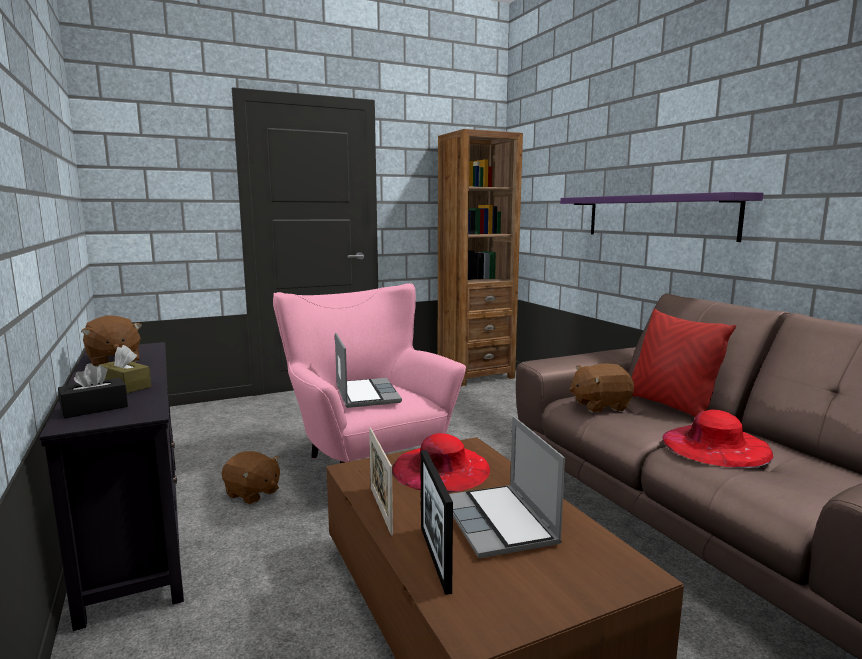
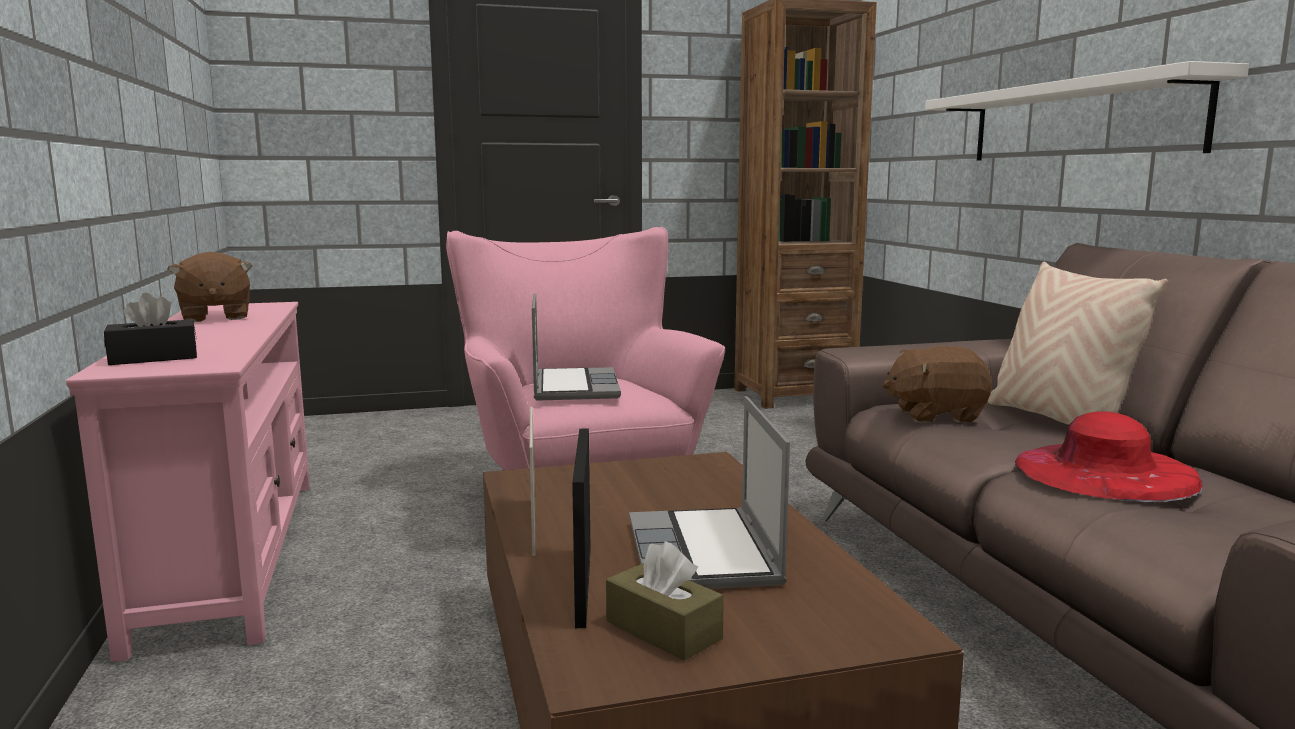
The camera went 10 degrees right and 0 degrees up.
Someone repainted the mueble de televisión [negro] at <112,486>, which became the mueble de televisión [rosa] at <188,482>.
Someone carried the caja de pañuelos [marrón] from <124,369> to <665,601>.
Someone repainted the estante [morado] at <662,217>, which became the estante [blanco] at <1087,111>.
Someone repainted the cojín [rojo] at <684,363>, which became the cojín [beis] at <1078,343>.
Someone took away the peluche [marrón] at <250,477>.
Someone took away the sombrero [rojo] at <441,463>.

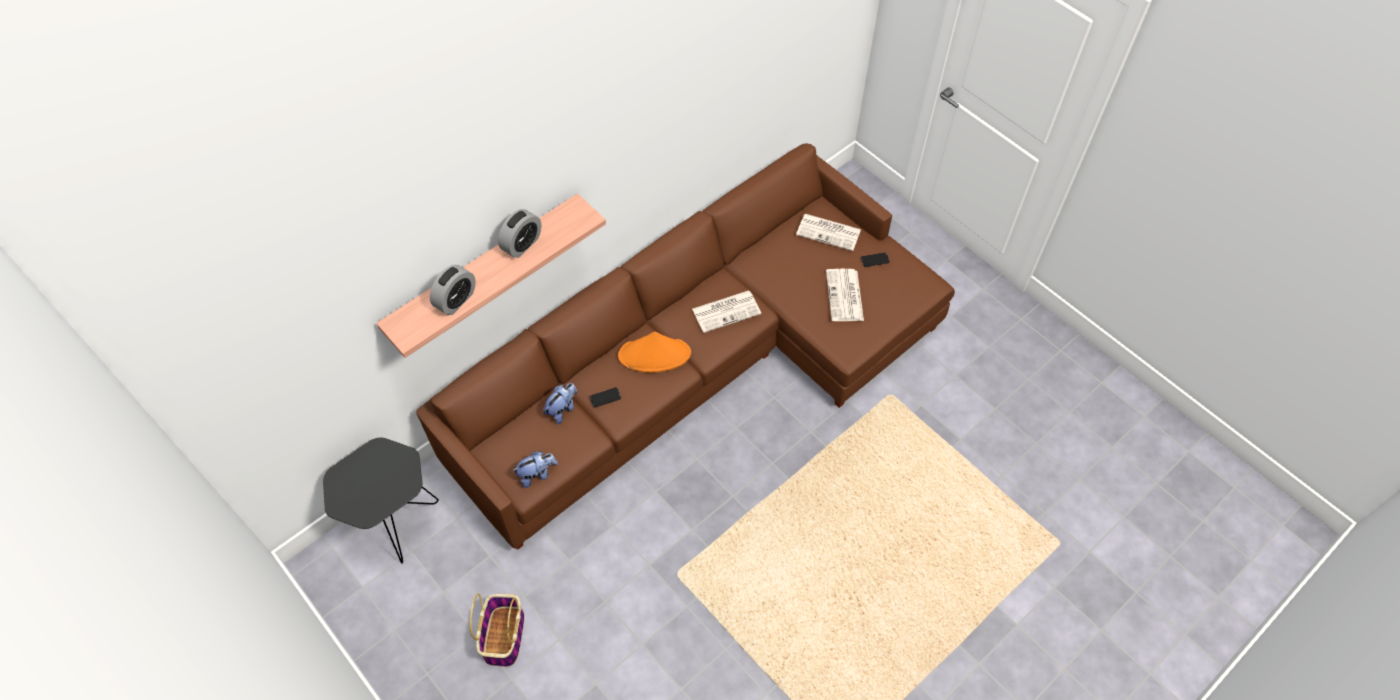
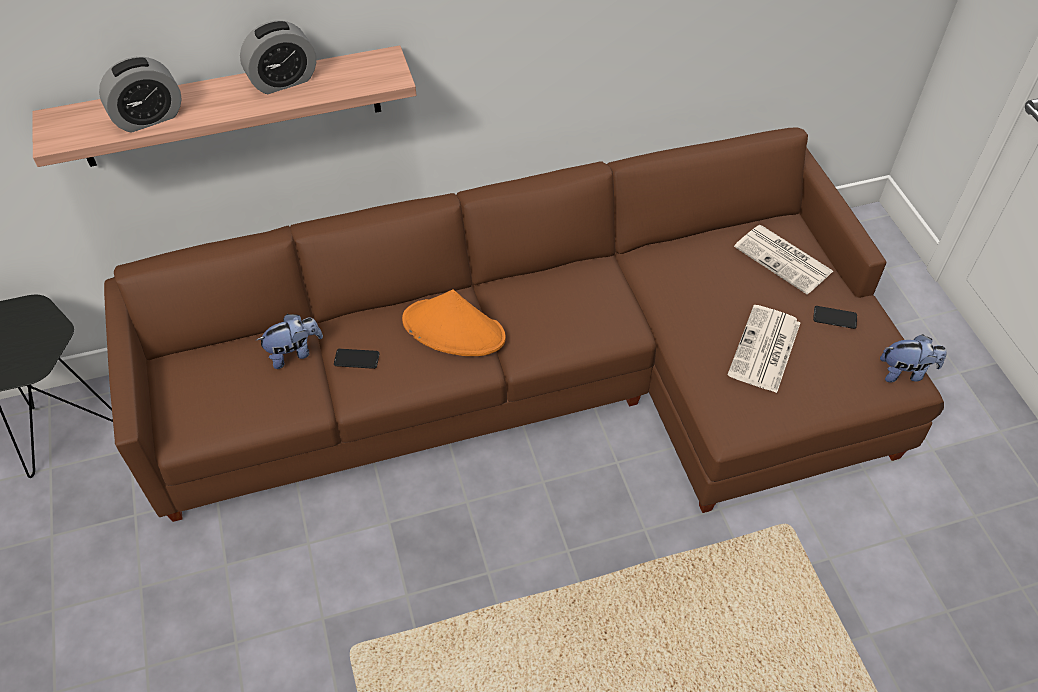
The camera went 25 degrees right and 5 degrees down.
Someone carried the peluche from <535,469> to <913,358>.
Someone took away the cesta at <497,630>.
Someone took away the periódico at <726,311>.

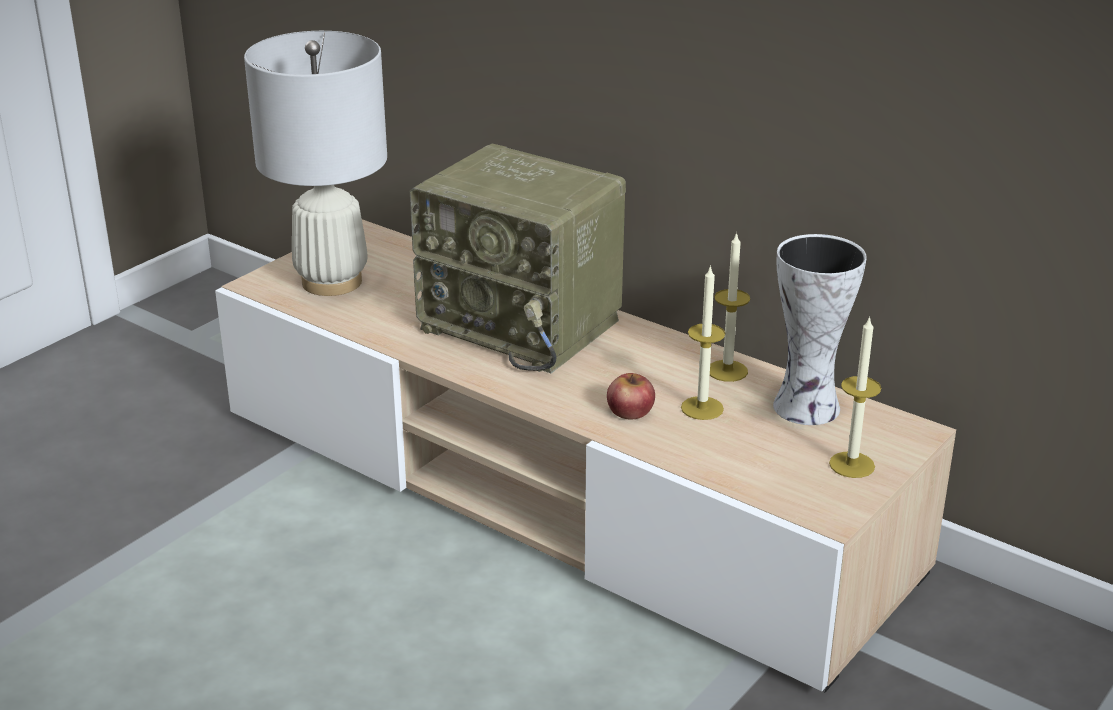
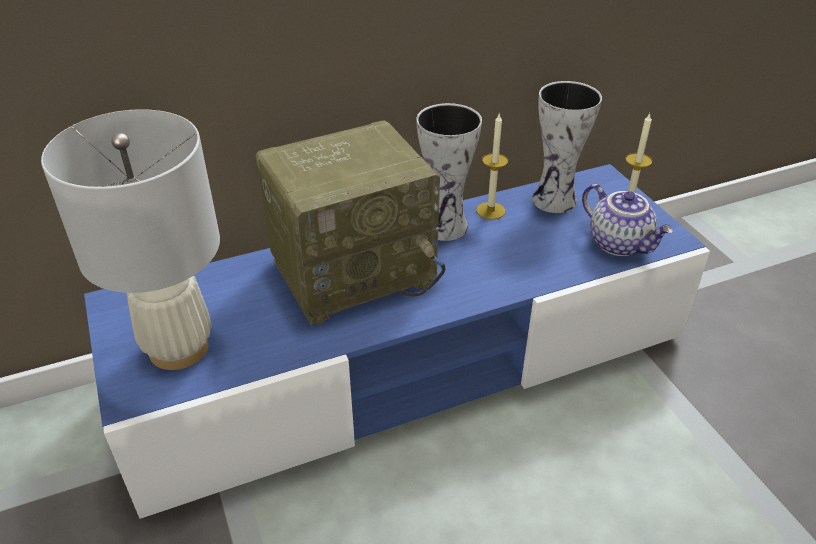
The camera went 60 degrees left and 10 degrees up.
Someone repainted the mueble de televisión [beis] at <585,455>, which became the mueble de televisión [azul] at <397,341>.
Someone put down the florero at <449,172>.
Someone put down the tetera at <627,220>.
Someone took away the manzana at <631,396>.
Someone took away the vela at <703,342>.

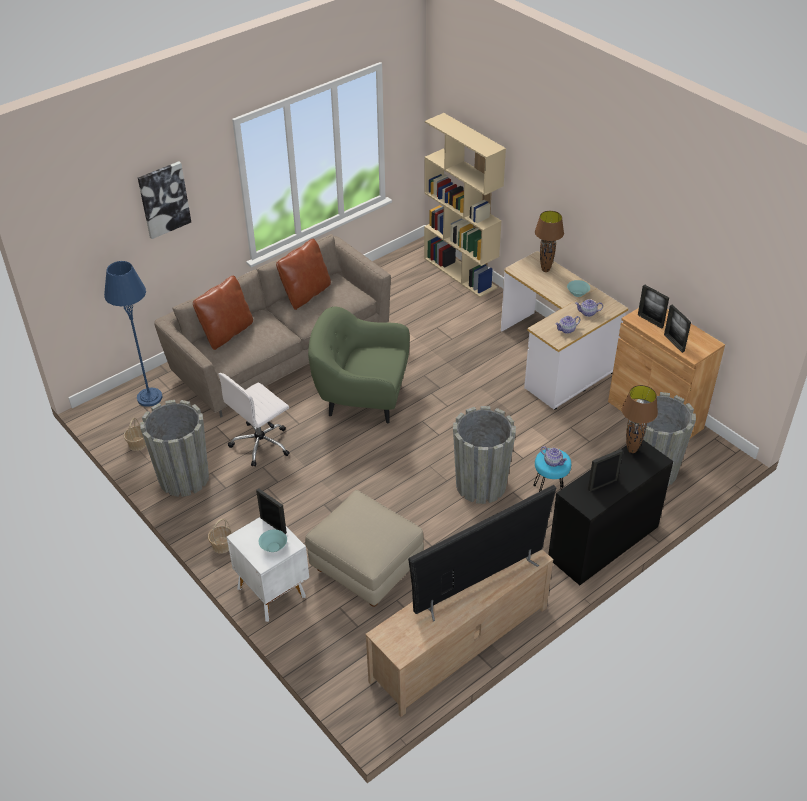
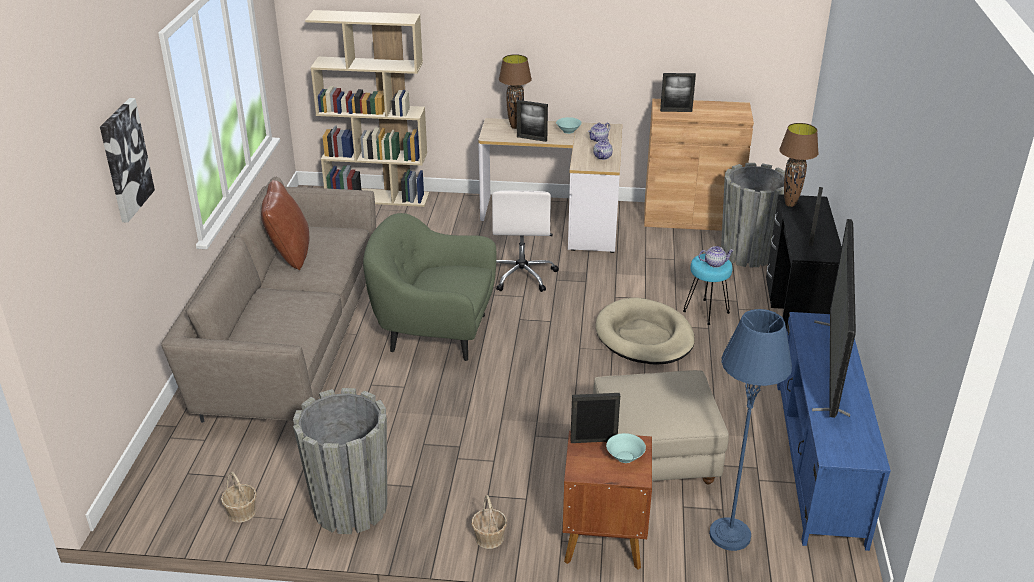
The camera went 45 degrees left and 10 degrees down.
Someone rotated the sillón [verde] at <359,365> by 45 degrees clockwise.
Someone carried the silla de oficina [blanco] from <254,420> to <525,241>.
Someone carried the portarretratos from <677,328> to <532,121>.
Someone repainted the mesita de noche [blanco] at <267,569>, which became the mesita de noche [marrón] at <607,500>.
Someone swapped the maceta [gris] at <484,455> for the cama para perro [beis] at <645,331>.
Someone carried the lámpara de pie [azul] from <133,334> to <750,430>.
Someone repainted the mueble de televisión [beis] at <459,633>, which became the mueble de televisión [azul] at <834,431>.
Someone took away the cojín [marrón] at <223,312>.

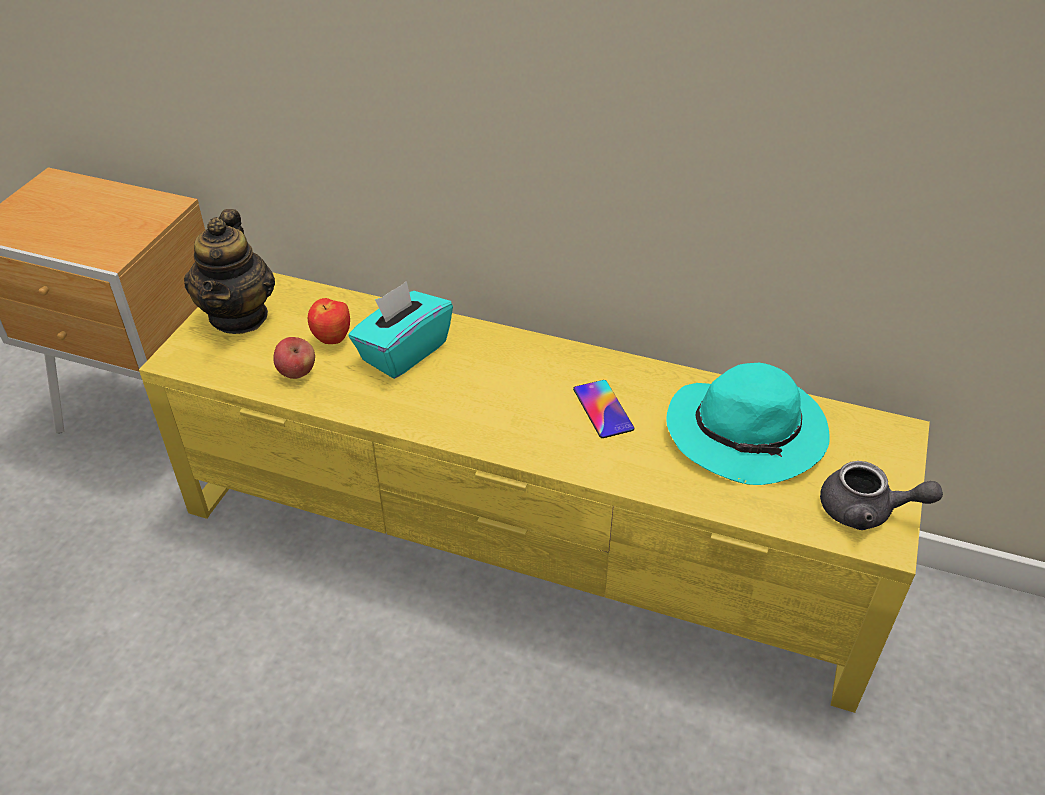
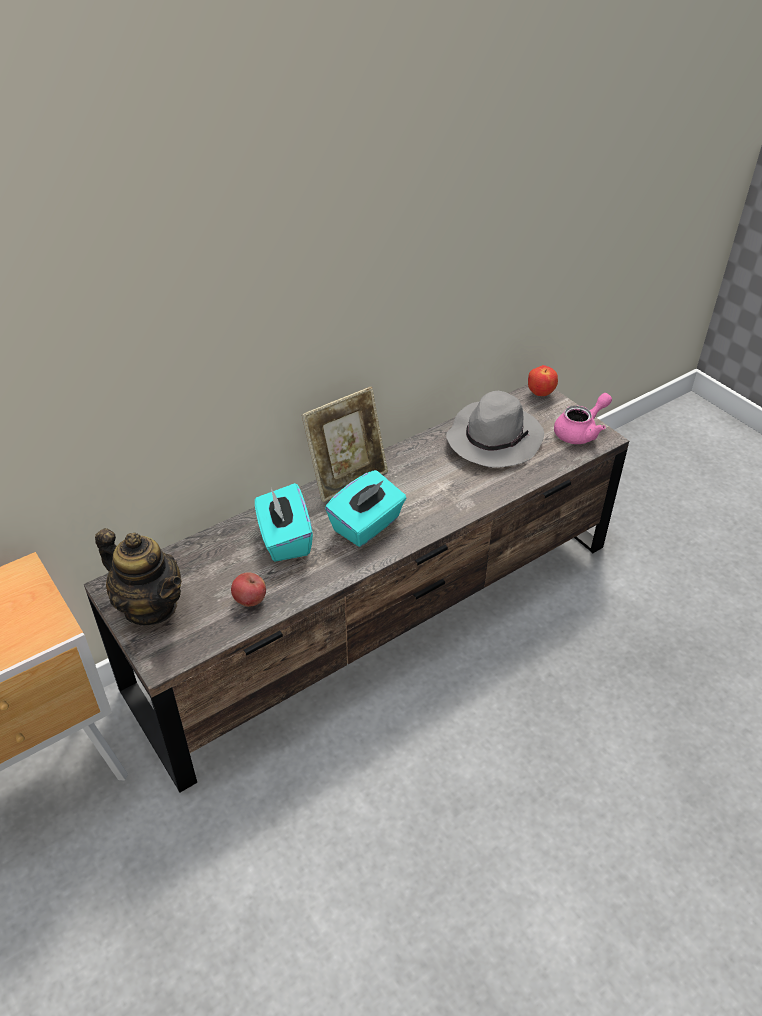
The camera went 55 degrees left and 0 degrees up.
Someone repainted the mueble de televisión [amarillo] at <534,492>, which became the mueble de televisión [marrón] at <356,588>.
Someone put down the portarretratos at <345,444>.
Someone put down the caja de pañuelos [turquesa] at <365,508>.
Someone repainted the sombrero [turquesa] at <748,424>, which became the sombrero [gris] at <495,429>.
Someone carried the manzana from <329,321> to <543,380>.
Someone repainted the tetera [gris] at <881,495>, which became the tetera [rosa] at <583,418>.
Someone took away the móvil at <603,409>.

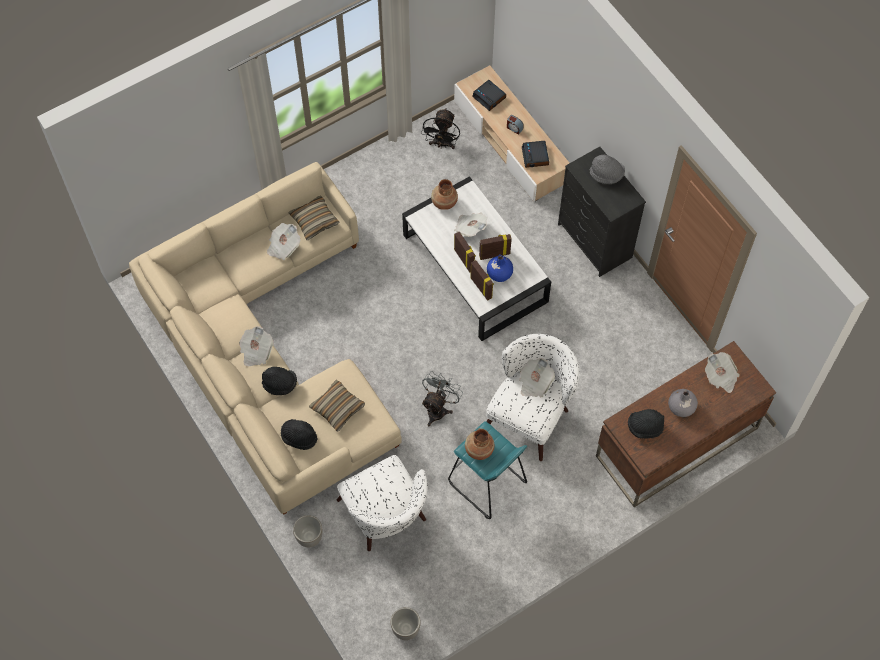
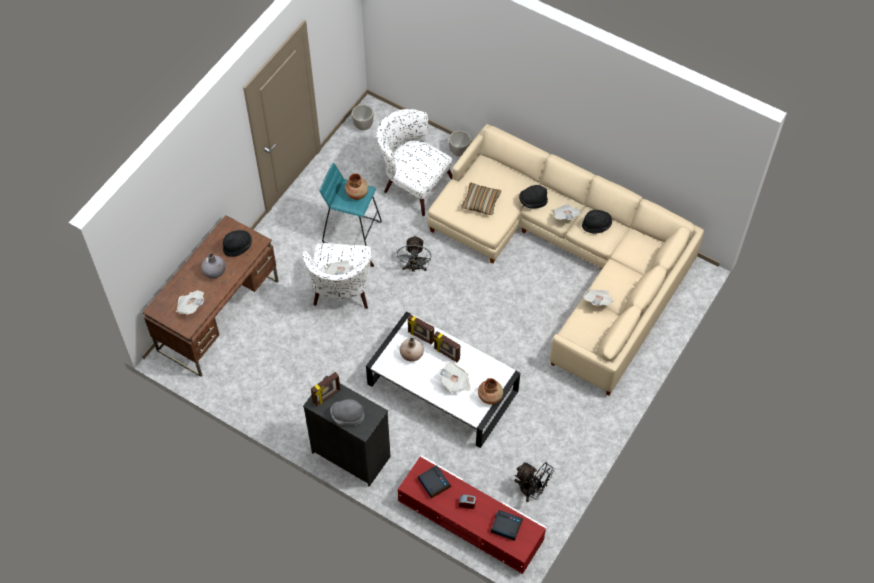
The camera went 155 degrees right and 5 degrees down.
Someone carried the portarretratos from <495,247> to <326,389>.
Someone repainted the mueble de televisión [beis] at <511,133>, which became the mueble de televisión [rojo] at <472,514>.
Someone repainted the florero [azul] at <500,268>, which became the florero [beis] at <412,350>.
Someone rotated the ventilador [negro] at <440,128> by 135 degrees clockwise.
Someone carried the sombrero [negro] from <299,434> to <597,222>.
Someone took away the cojín at <313,218>.

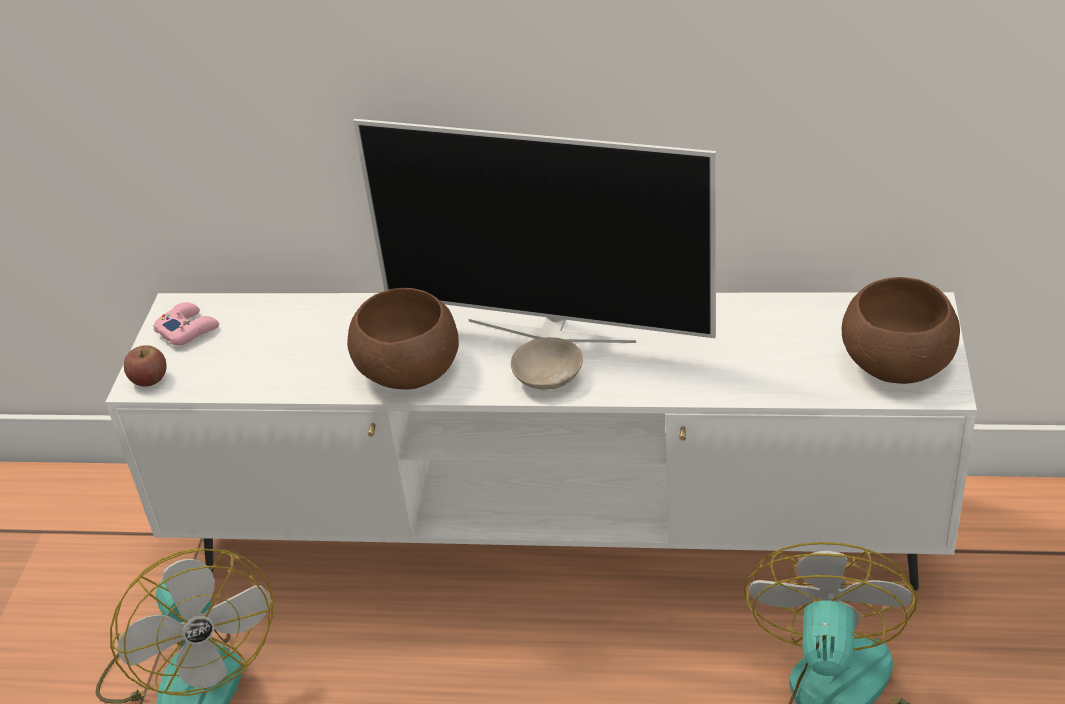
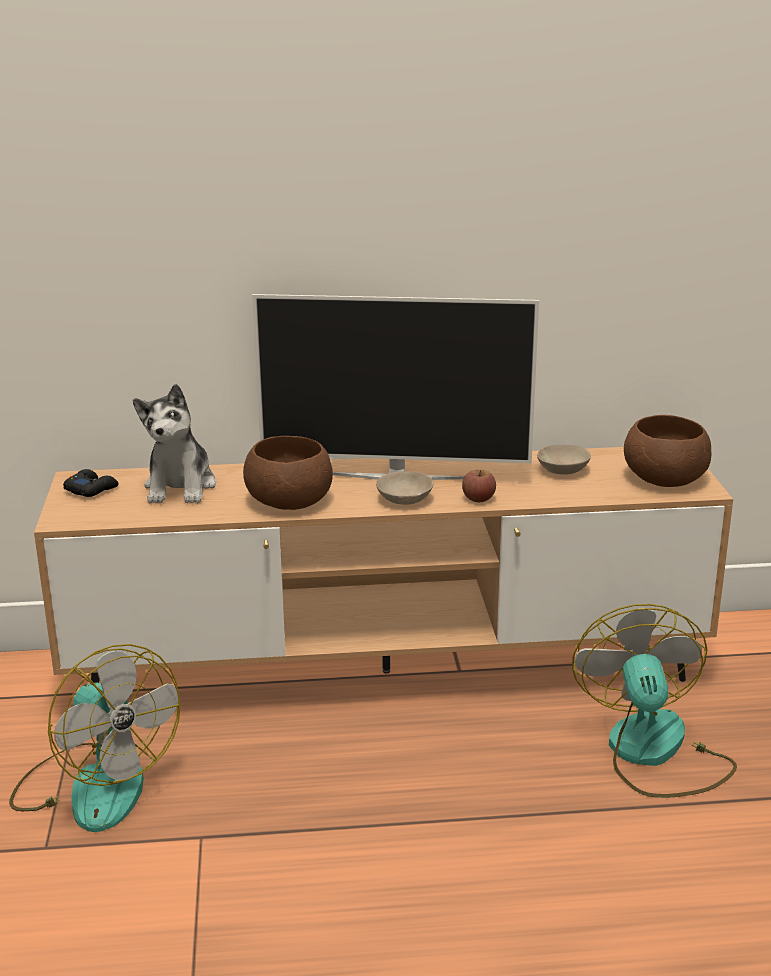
The camera went 15 degrees left and 15 degrees down.
Someone repainted the mueble de televisión [blanco] at <541,441>, which became the mueble de televisión [marrón] at <383,565>.
Someone repainted the mando de consola [rosa] at <186,323>, which became the mando de consola [negro] at <91,483>.
Someone put down the peluche at <174,443>.
Someone carried the manzana from <145,366> to <479,486>.
Someone put down the cuenco [beis] at <564,459>.

